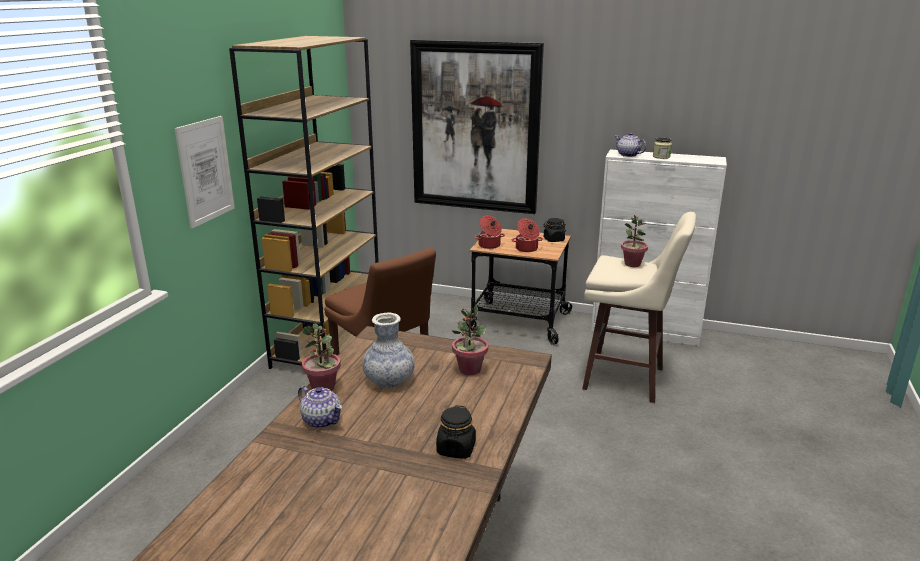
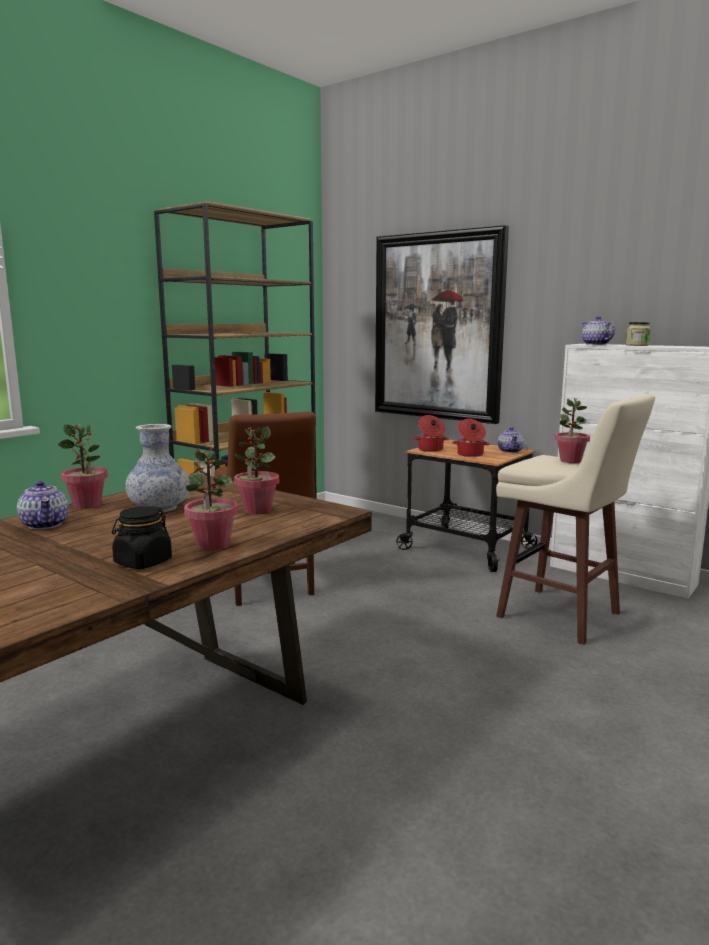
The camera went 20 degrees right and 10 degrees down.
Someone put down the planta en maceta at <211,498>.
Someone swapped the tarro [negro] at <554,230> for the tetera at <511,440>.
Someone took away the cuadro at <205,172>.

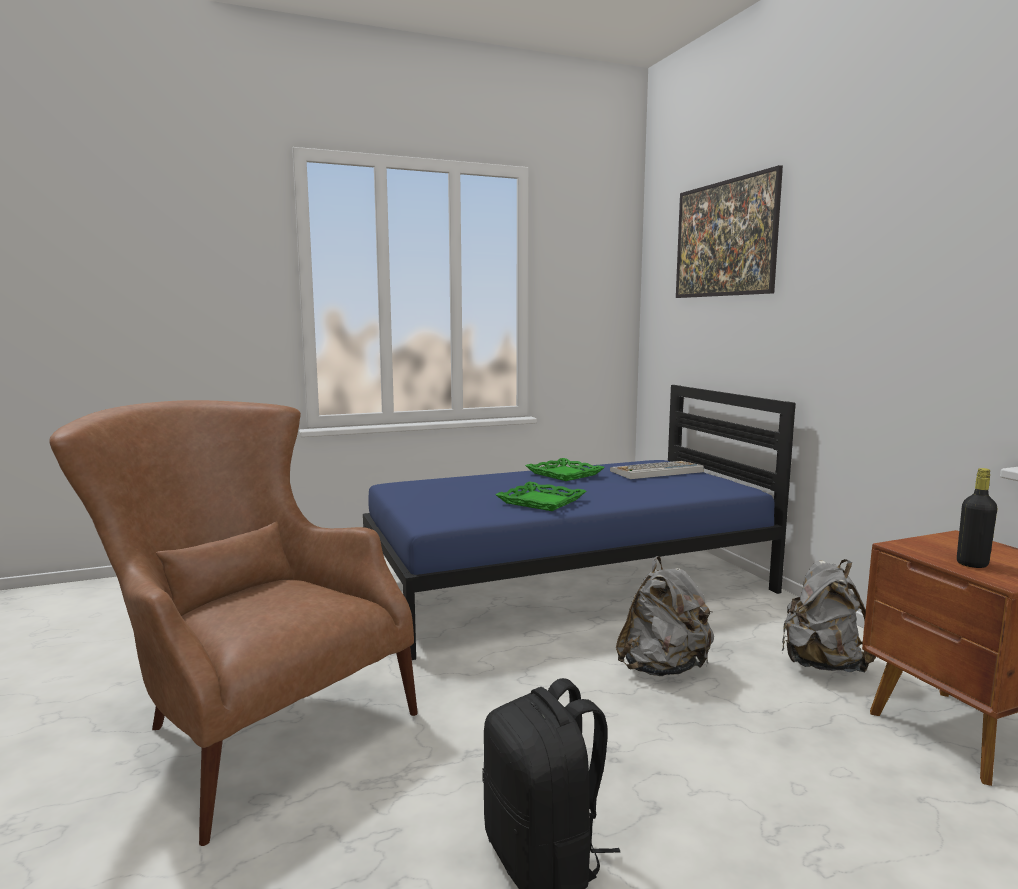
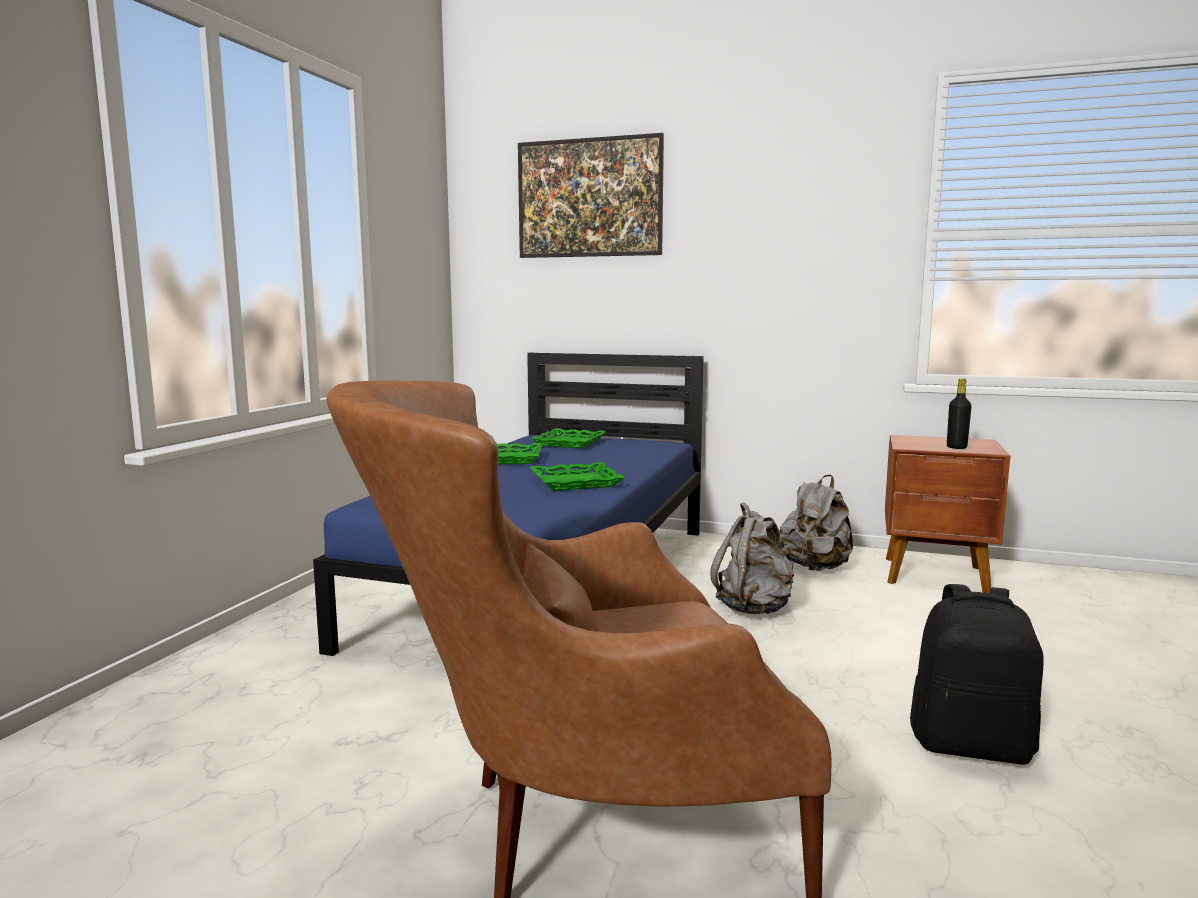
The camera went 50 degrees left and 0 degrees up.
Someone swapped the teclado at <657,470> for the bandeja [verde] at <568,438>.

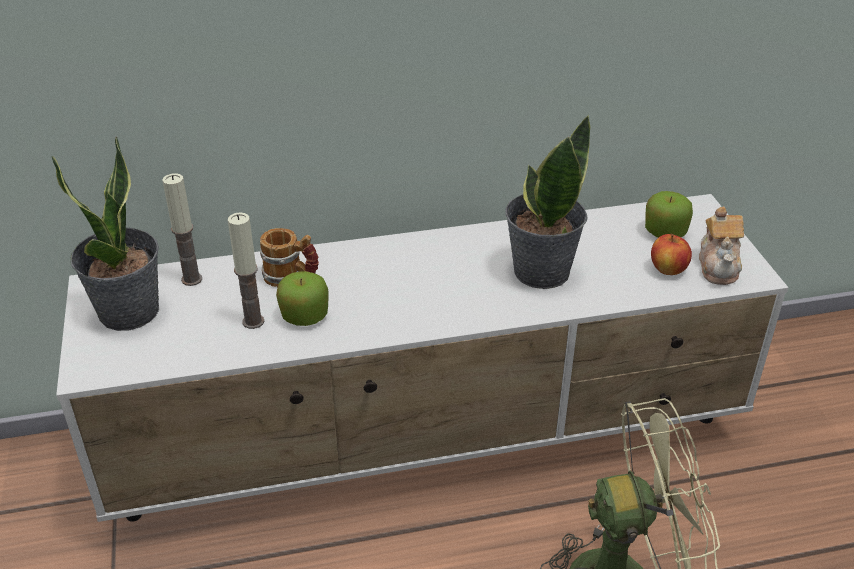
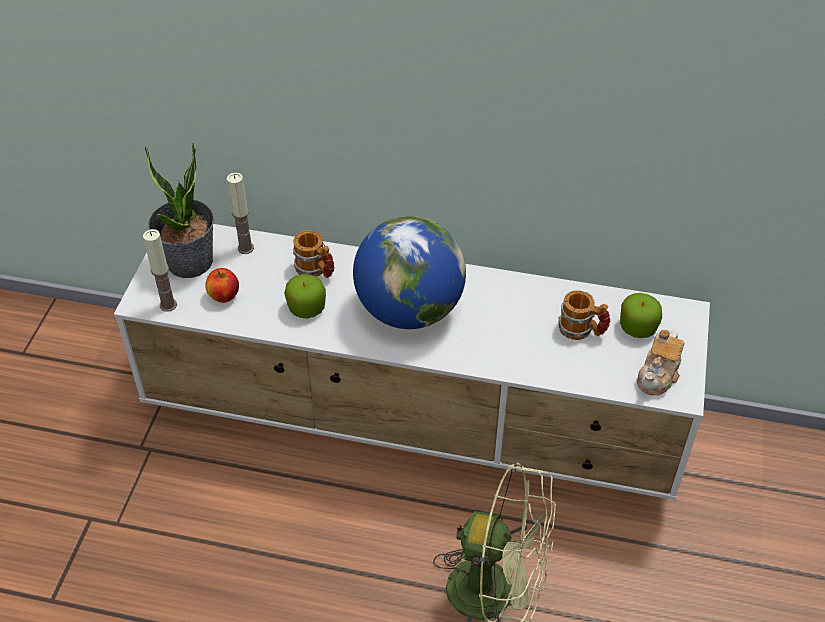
The camera went 25 degrees right and 10 degrees up.
Someone carried the vela from <246,270> to <160,270>.
Someone carried the manzana from <671,254> to <222,285>.
Someone put down the globo terráqueo at <409,272>.
Someone put down the taza grande at <584,315>.
Someone took away the planta en maceta at <547,202>.

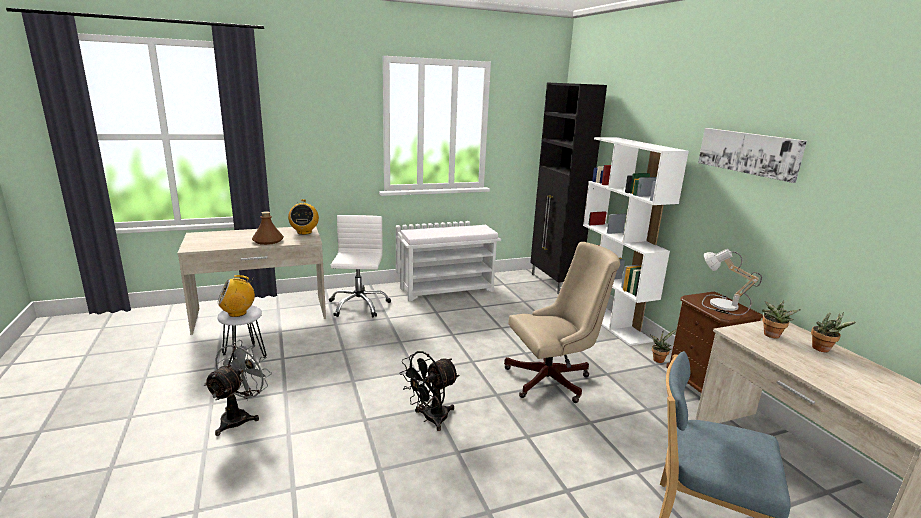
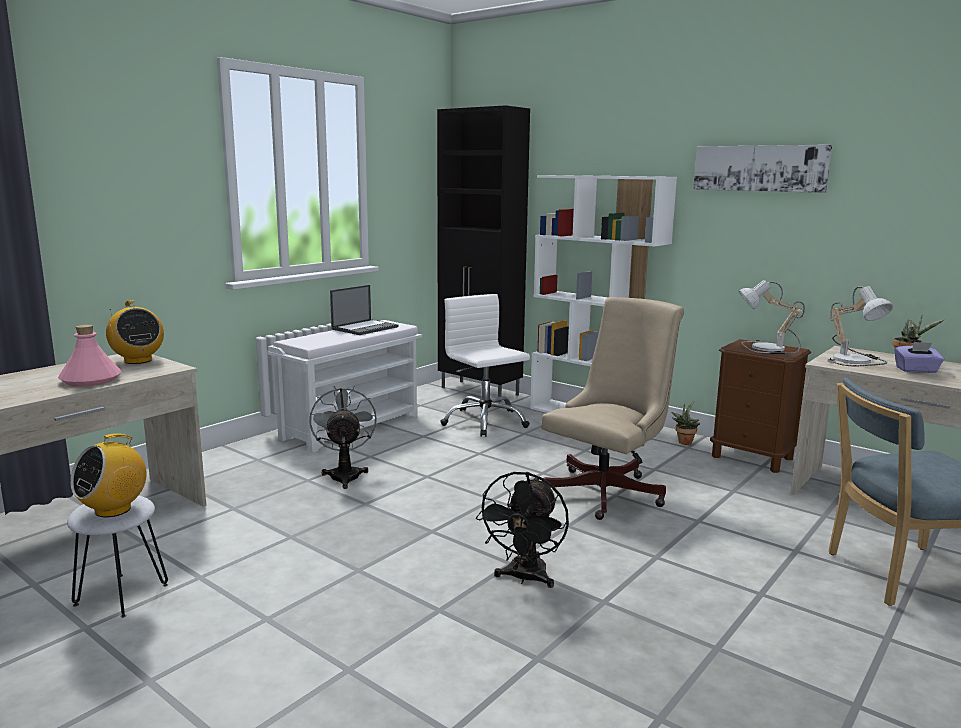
The camera went 30 degrees left and 5 degrees down.
Someone repainted the botella [marrón] at <268,228>, which became the botella [rosa] at <90,355>.
Someone carried the ventilador [gris] from <238,388> to <343,437>.
Someone put down the portátil at <364,310>.
Someone carried the silla de oficina [blanco] from <360,266> to <485,365>.
Someone swapped the planta en maceta at <781,319> for the lámpara de mesa at <860,326>.
Someone put down the caja de pañuelos [morado] at <919,357>.

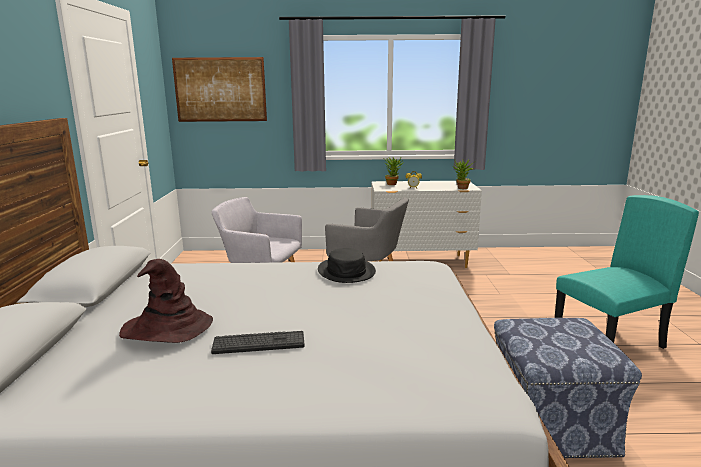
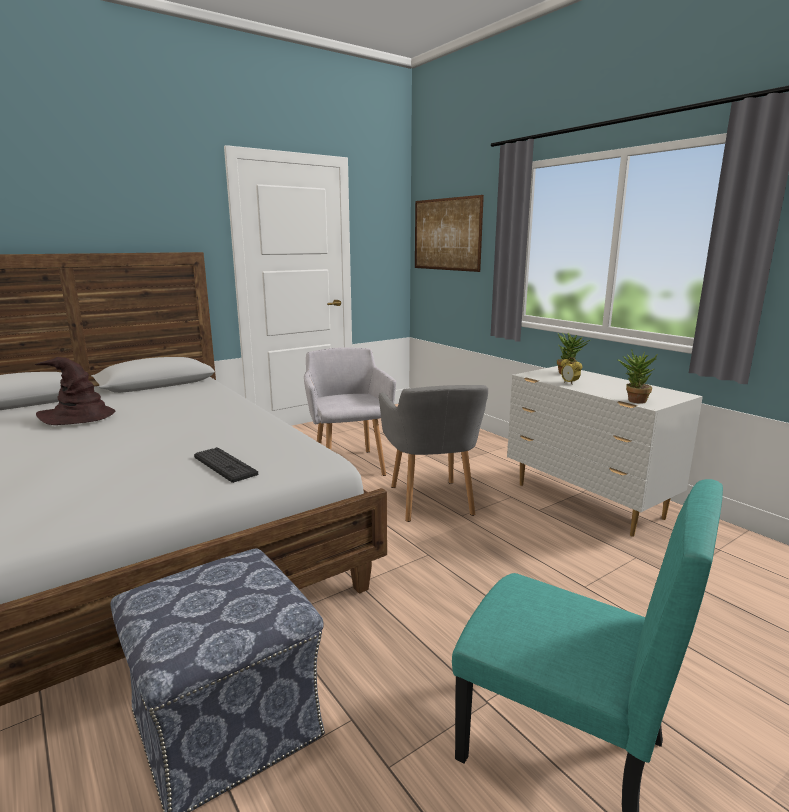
The camera went 55 degrees right and 0 degrees up.
Someone carried the teclado from <258,342> to <226,465>.
Someone took away the sombrero [negro] at <347,265>.

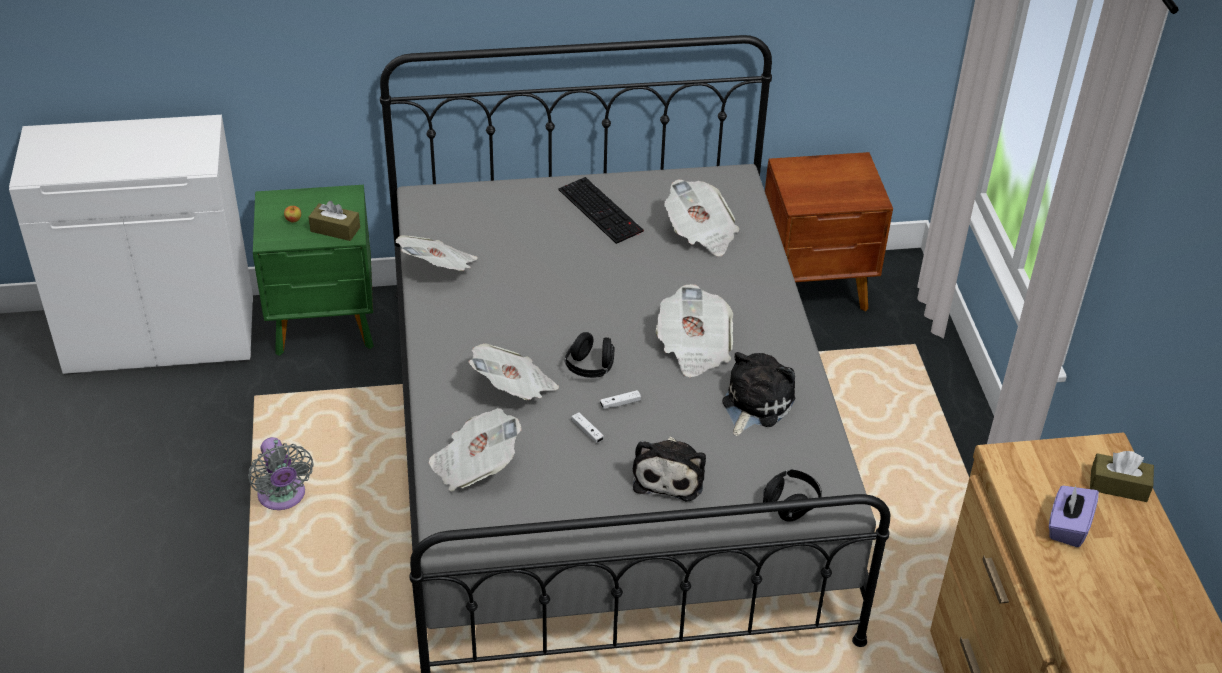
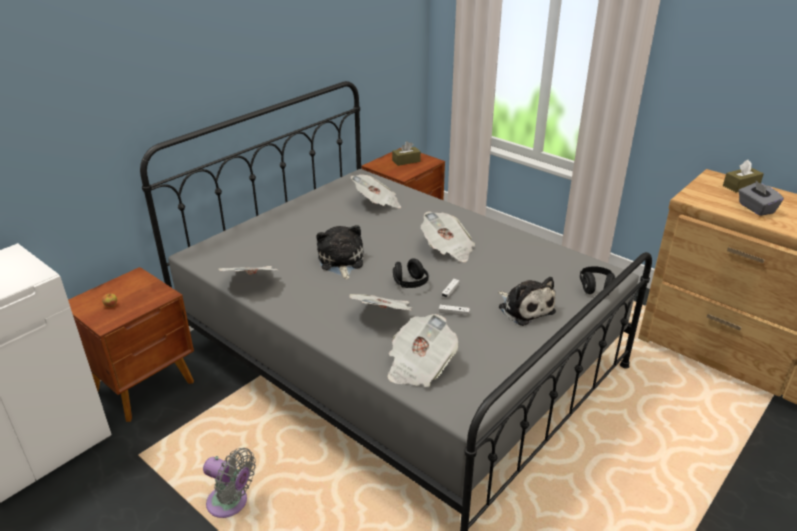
The camera went 40 degrees left and 10 degrees down.
Someone repainted the mesita de noche [verde] at <313,270>, which became the mesita de noche [marrón] at <131,344>.
Someone carried the peluche from <758,394> to <339,252>.
Someone carried the caja de pañuelos [marrón] from <334,221> to <406,153>.
Someone repainted the caja de pañuelos [morado] at <1074,516>, which became the caja de pañuelos [gris] at <761,198>.
Someone took away the teclado at <601,210>.

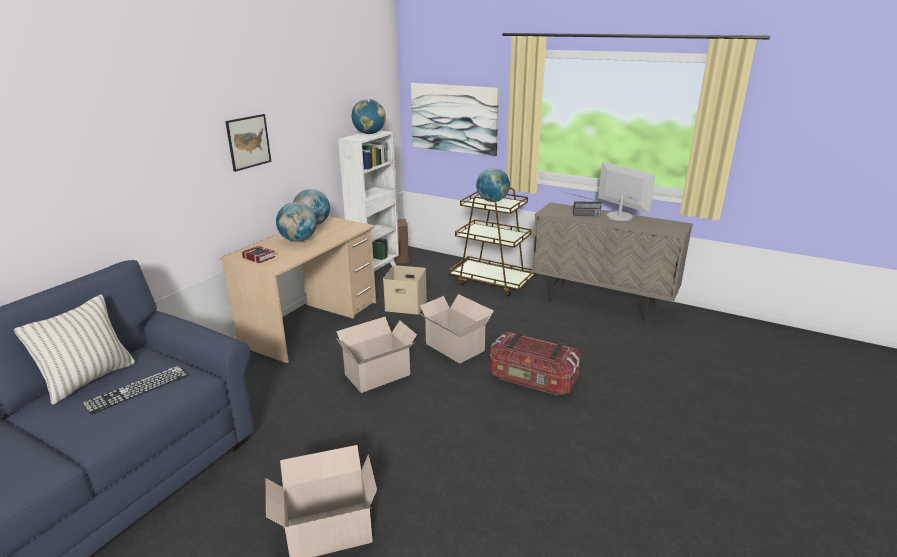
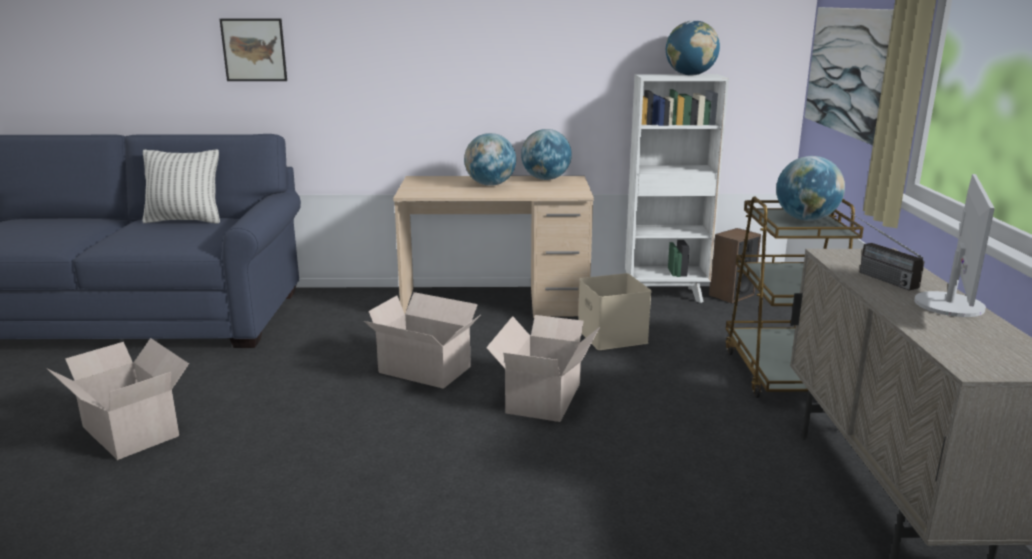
The camera went 60 degrees right and 5 degrees down.
Someone carried the cuadro from <248,143> to <253,50>.
Someone took away the teclado at <135,390>.
Someone took away the libro at <258,254>.
Someone took away the caja de almacenaje at <535,363>.

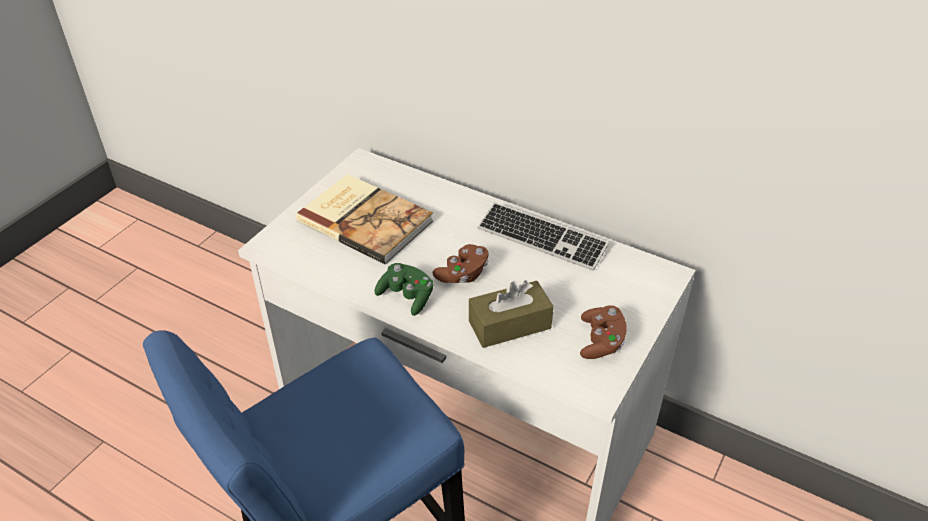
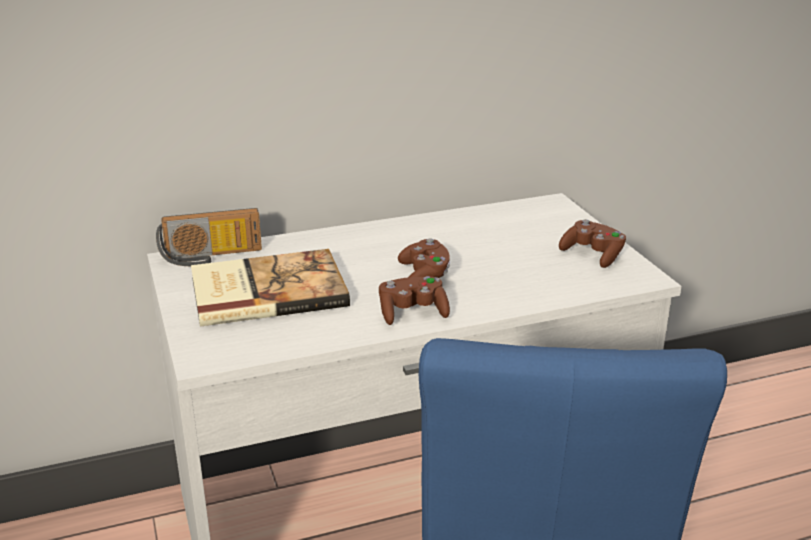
The camera went 50 degrees left and 15 degrees down.
Someone put down the radio at <209,237>.
Someone repainted the mando de consola [verde] at <403,289>, which became the mando de consola [marrón] at <414,300>.
Someone took away the caja de pañuelos [marrón] at <511,314>.
Someone took away the teclado at <543,236>.

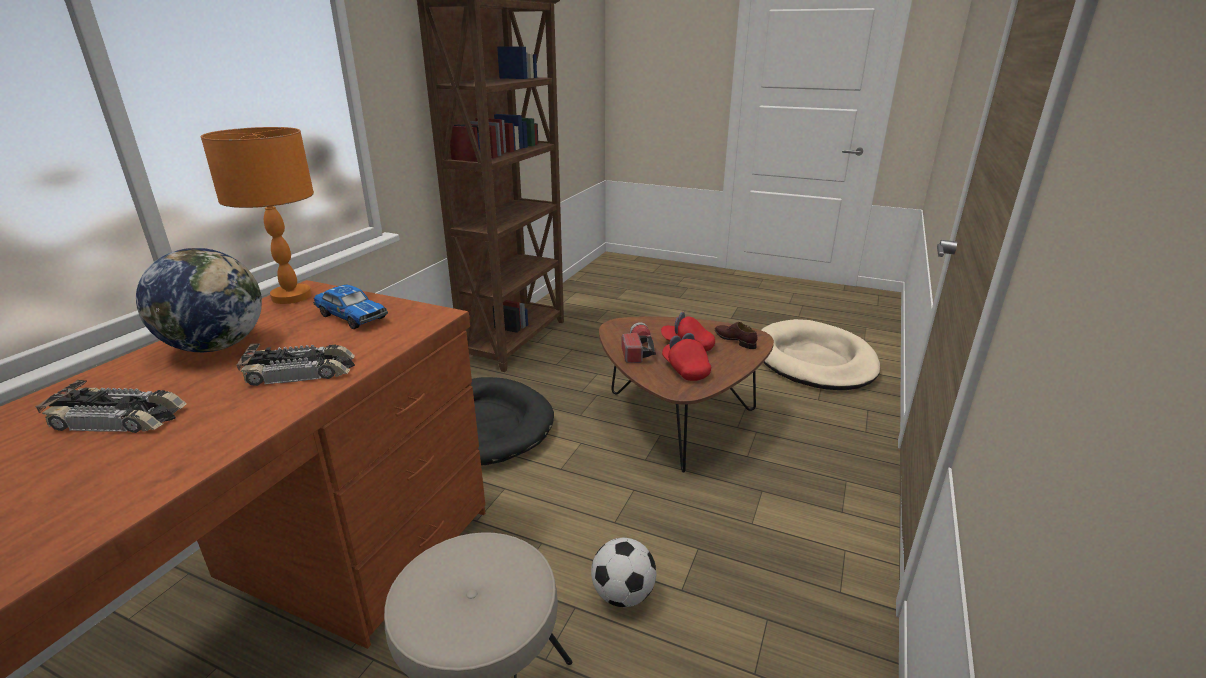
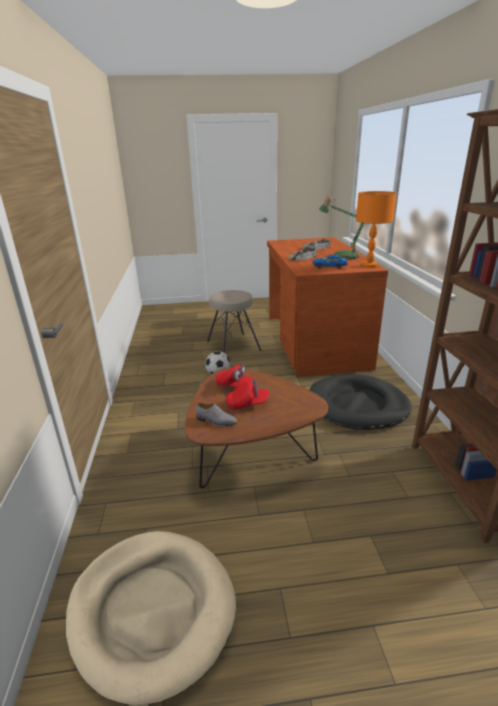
The camera went 150 degrees right and 0 degrees up.
Someone repainted the zapato [marrón] at <736,335>, which became the zapato [gris] at <216,414>.
Someone swapped the globo terráqueo at <199,300> for the lámpara de mesa at <341,228>.
Someone took away the linterna at <639,342>.

